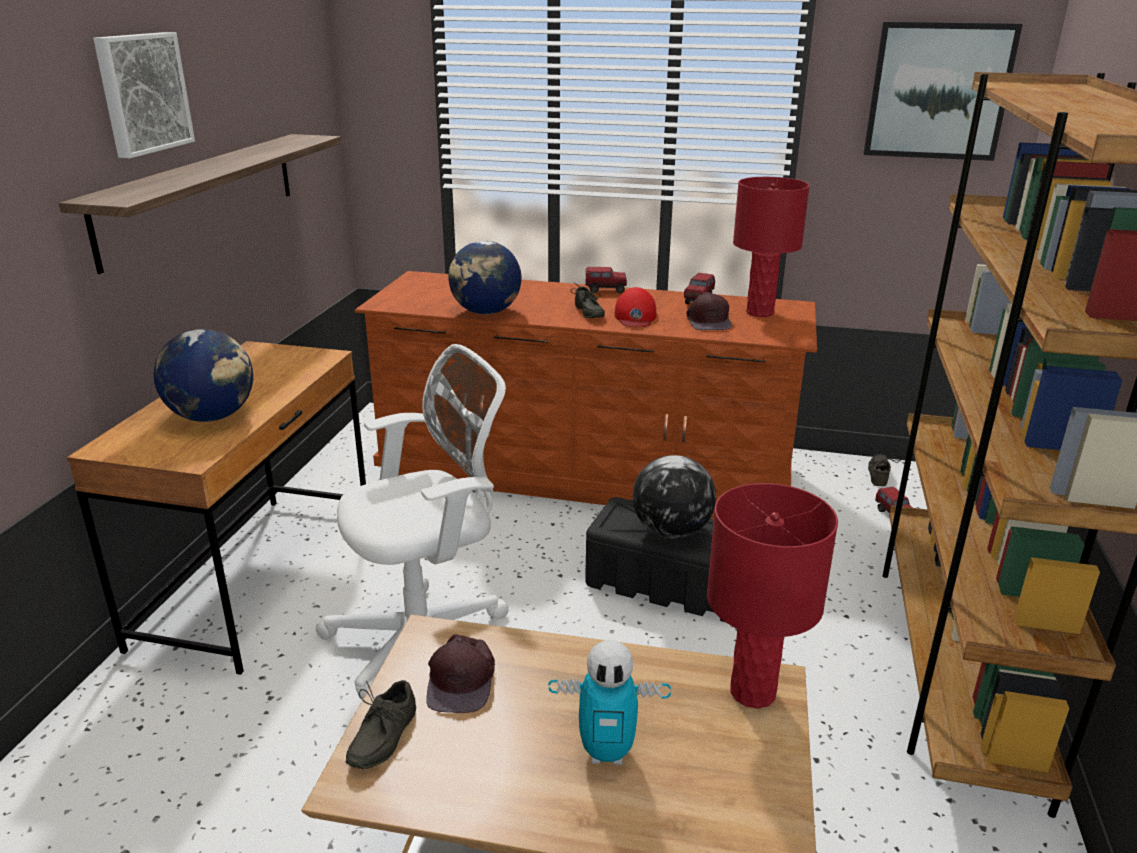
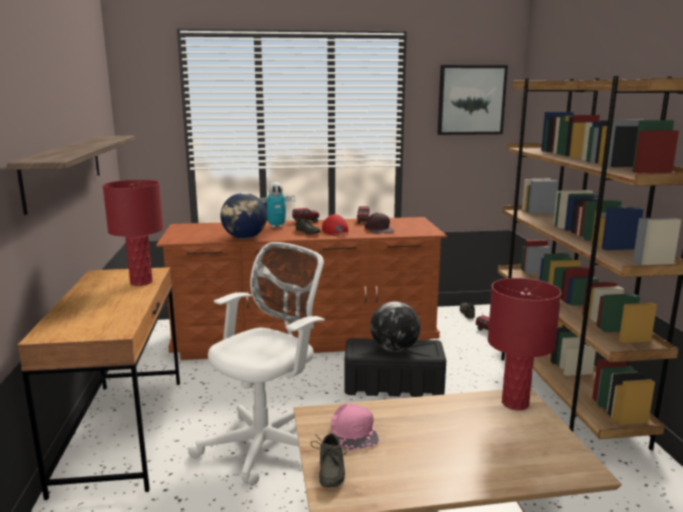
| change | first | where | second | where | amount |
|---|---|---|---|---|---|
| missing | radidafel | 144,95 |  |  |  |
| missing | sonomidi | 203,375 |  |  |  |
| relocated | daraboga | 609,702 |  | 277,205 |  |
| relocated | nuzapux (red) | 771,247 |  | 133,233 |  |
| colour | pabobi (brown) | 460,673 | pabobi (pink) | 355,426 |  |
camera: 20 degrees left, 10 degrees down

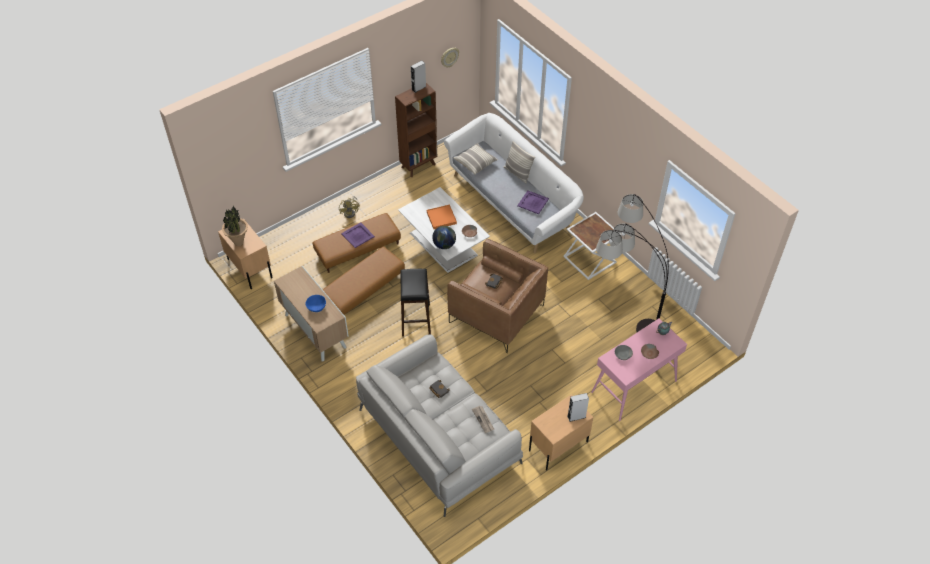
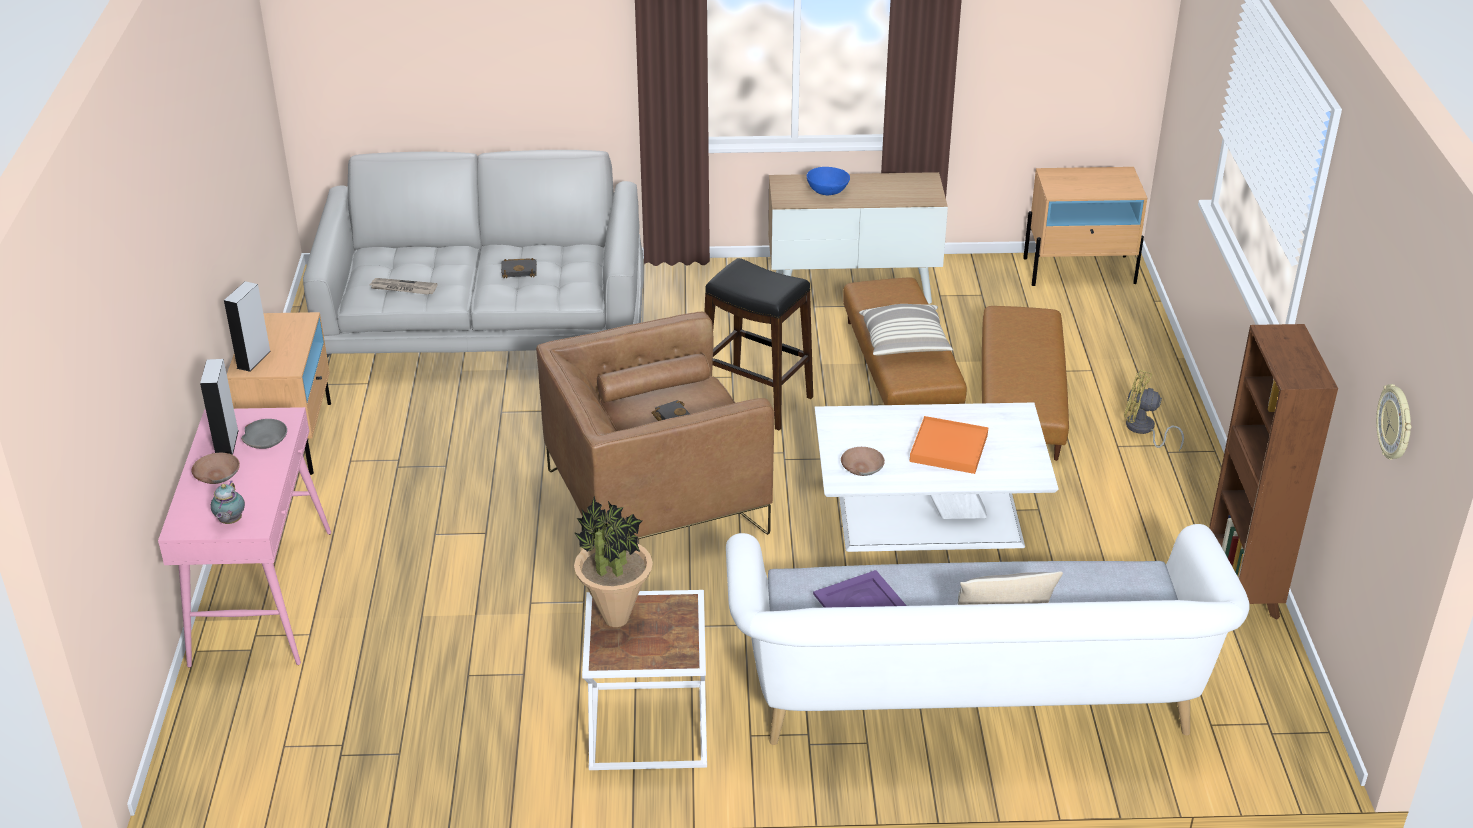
| change | first | where | second | where | amount |
|---|---|---|---|---|---|
| missing | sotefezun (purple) | 358,235 |  |  |  |
| missing | sonomidi | 444,237 |  |  |  |
| missing | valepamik | 632,263 |  |  |  |
| relocated | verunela | 235,225 |  | 613,561 |  |
| relocated | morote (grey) | 418,76 |  | 219,407 |  |
| relocated | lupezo | 476,159 |  | 906,329 |  |
camera: 125 degrees right, 15 degrees down

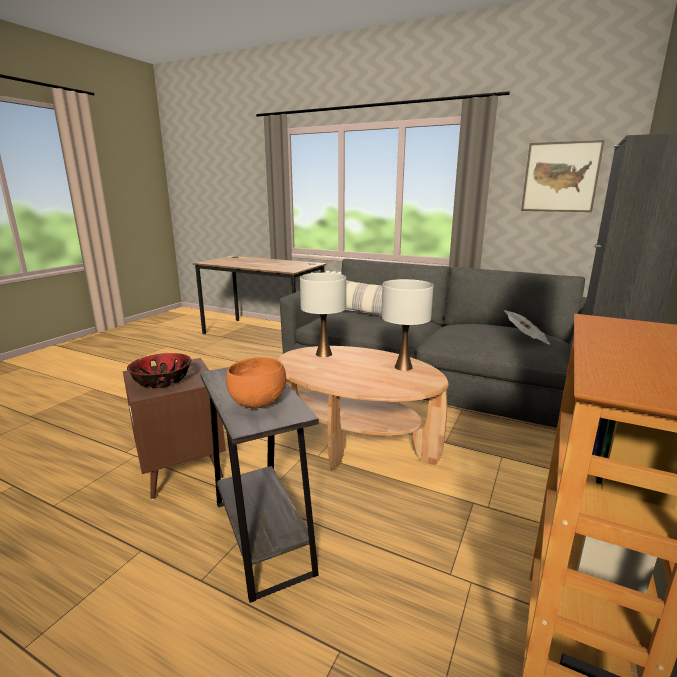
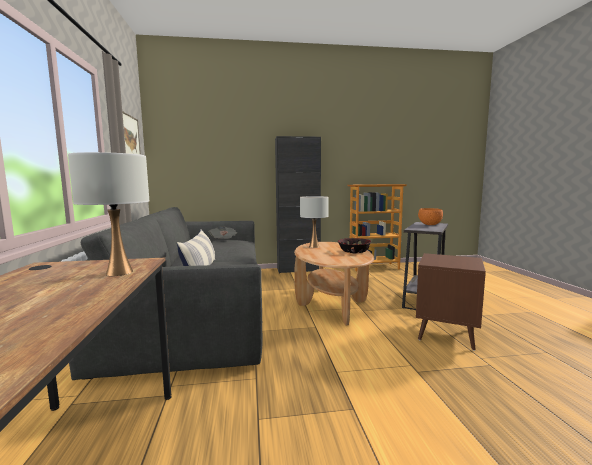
| change | first | where | second | where | amount |
|---|---|---|---|---|---|
| relocated | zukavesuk | 159,370 |  | 354,246 |  |
| relocated | nuzapux (white) | 323,315 |  | 108,214 |  |
camera: 125 degrees left, 10 degrees down

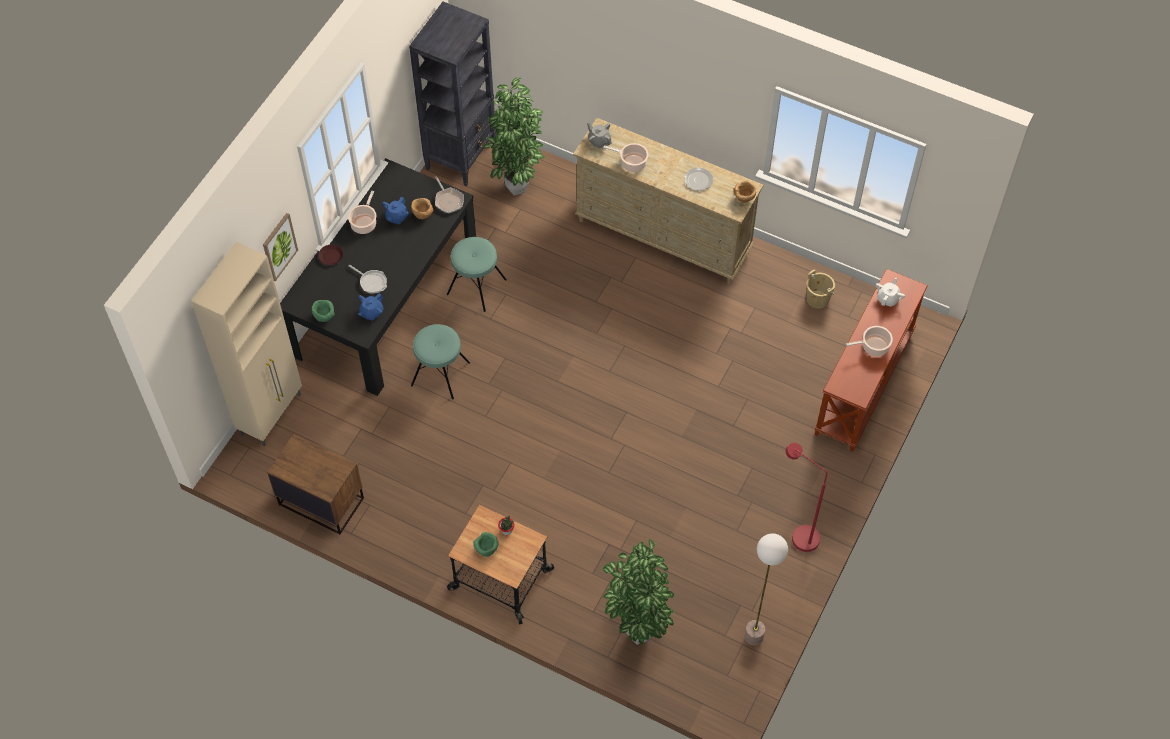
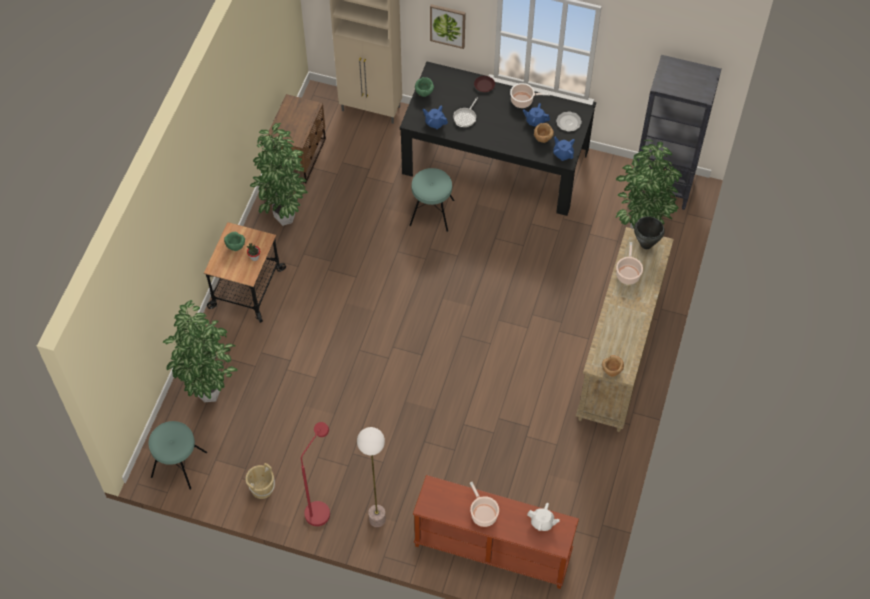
| change | first | where | second | where | amount |
|---|---|---|---|---|---|
| appeared |  |  | verunela | 279,174 |  |
| relocated | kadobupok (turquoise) | 477,274 |  | 178,455 |  |
| relocated | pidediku | 698,179 |  | 569,121 |  |
| relocated | valepamik | 766,589 |  | 371,477 |  |
| relocated | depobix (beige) | 820,289 |  | 260,481 |  |
| exchanged | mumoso | 449,194 | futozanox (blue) | 564,148 |  |
| exchanged | futozanox (grey) | 599,135 | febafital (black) | 649,232 |  |
camera: 80 degrees right, 0 degrees up

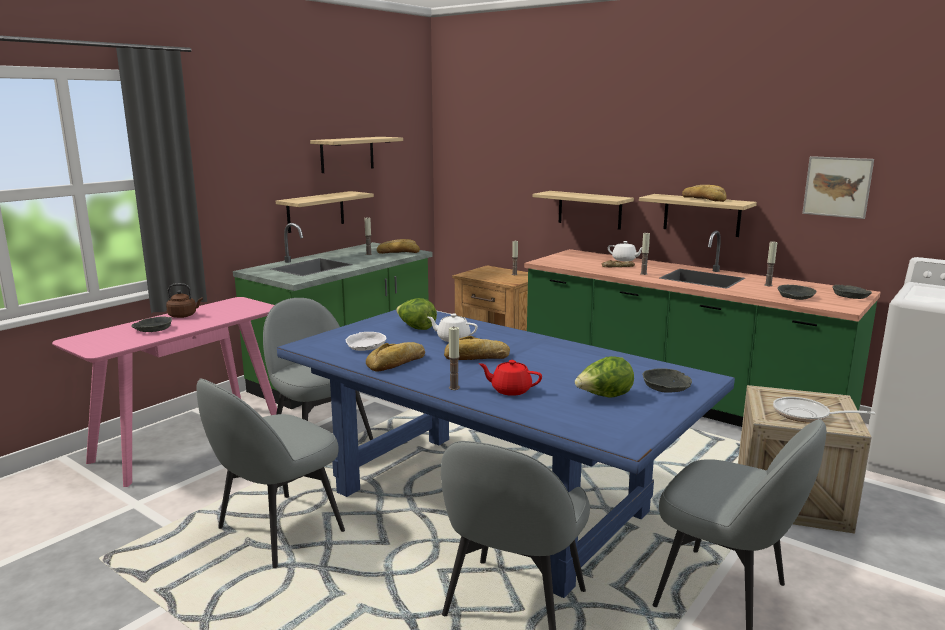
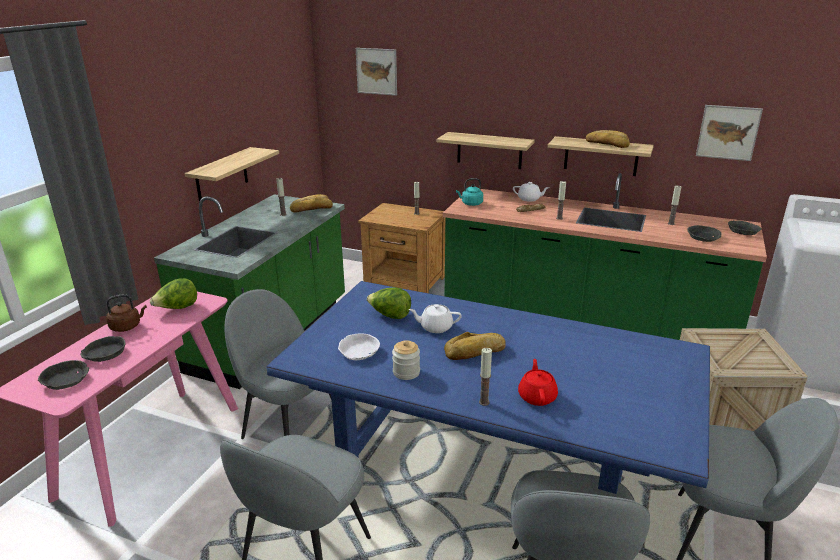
| change | first | where | second | where | amount |
|---|---|---|---|---|---|
| missing | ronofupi | 356,155 |  |  |  |
| missing | mumoso | 824,410 |  |  |  |
| appeared |  |  | radidafel | 376,72 |  |
| appeared |  |  | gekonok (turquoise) | 469,192 |  |
| relocated | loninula | 604,376 |  | 173,293 |  |
| relocated | zukavesuk (grey) | 667,380 |  | 63,375 |  |
| exchanged | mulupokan | 395,356 | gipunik | 406,360 |  |
| spun | futozanox (red) | 510,378 |  | 538,382 | 90 degrees clockwise |
camera: 15 degrees left, 10 degrees up

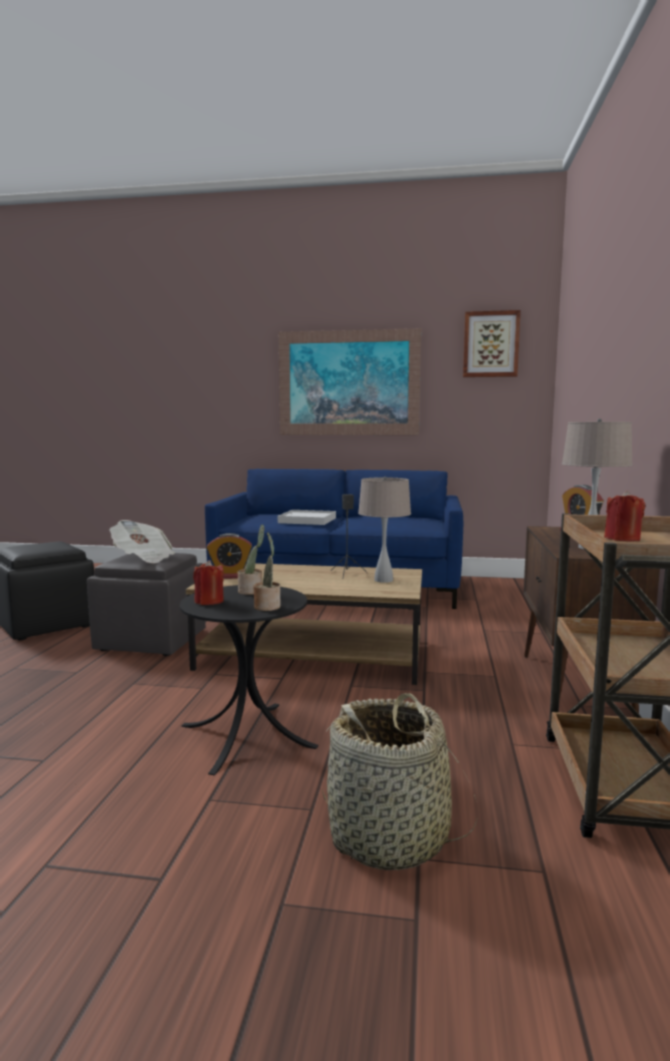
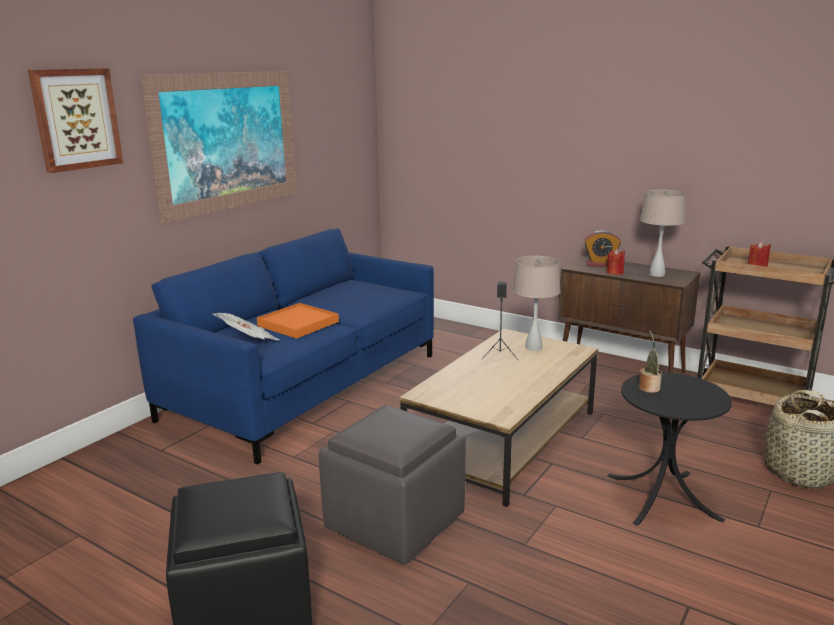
| change | first | where | second | where | amount |
|---|---|---|---|---|---|
| missing | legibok | 229,556 |  |  |  |
| missing | verunela | 266,571 |  |  |  |
| relocated | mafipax | 142,541 |  | 246,326 |  |
| relocated | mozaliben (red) | 208,582 |  | 615,261 |  |
| relocated | radidafel | 492,343 |  | 75,120 |  |
| colour | sotefezun (white) | 307,517 | sotefezun (orange) | 298,321 |  |
camera: 65 degrees left, 10 degrees up

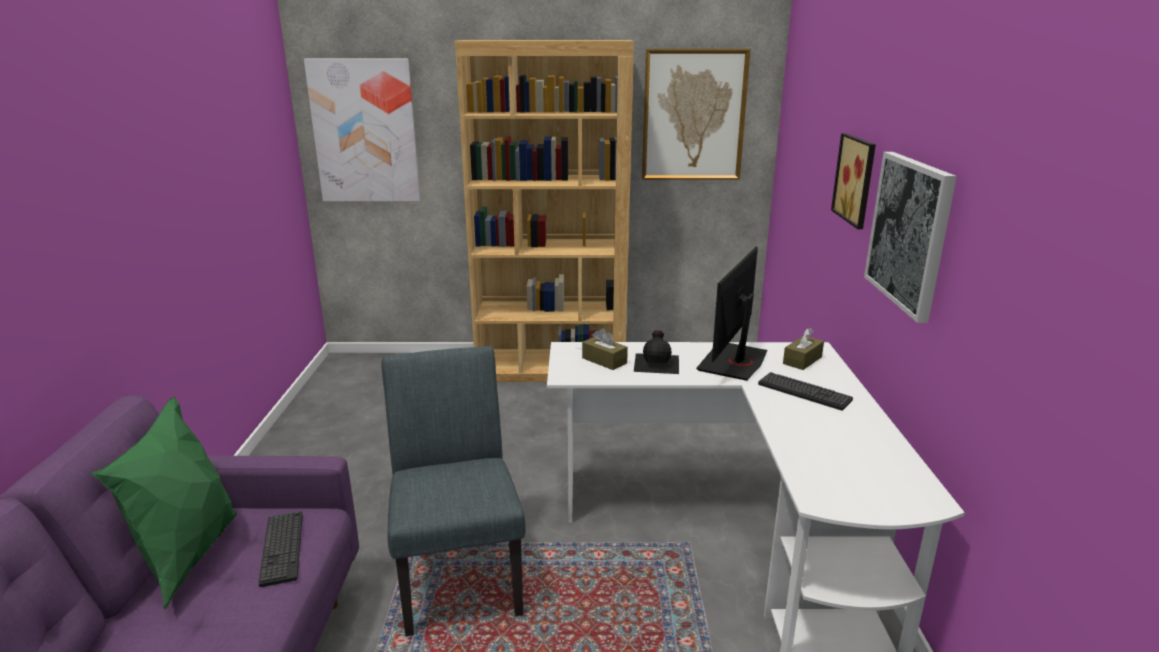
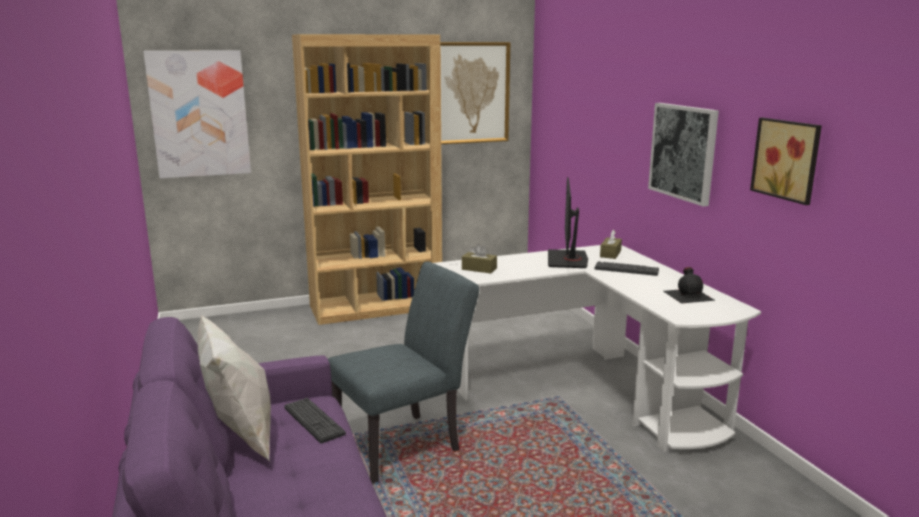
| change | first | where | second | where | amount |
|---|---|---|---|---|---|
| relocated | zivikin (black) | 656,352 |  | 689,285 |  |
| relocated | radidafel | 853,181 |  | 786,161 |  |
| colour | lupezo (green) | 164,503 | lupezo (white) | 234,388 |  |
| spun | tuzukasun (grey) | 453,491 |  | 403,373 | 90 degrees clockwise |
camera: 20 degrees left, 5 degrees down

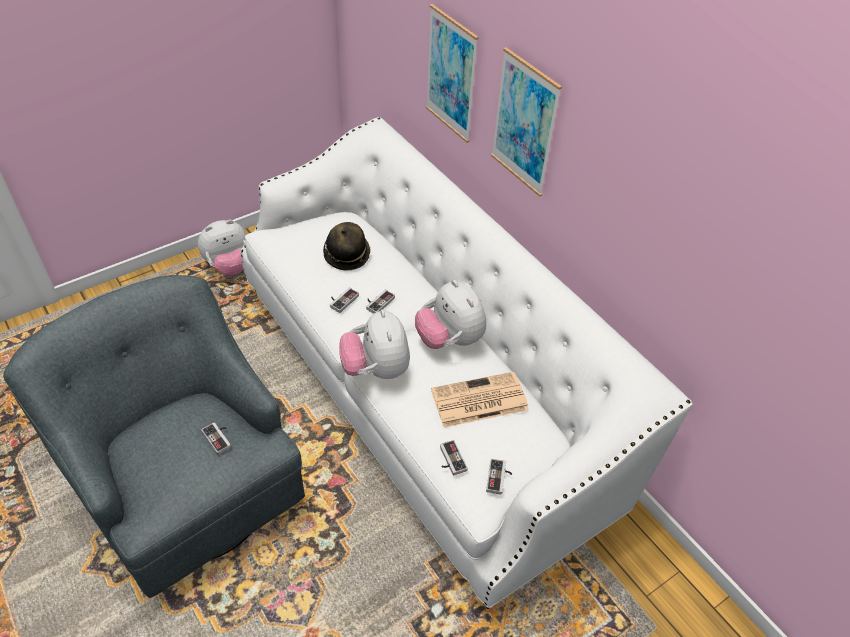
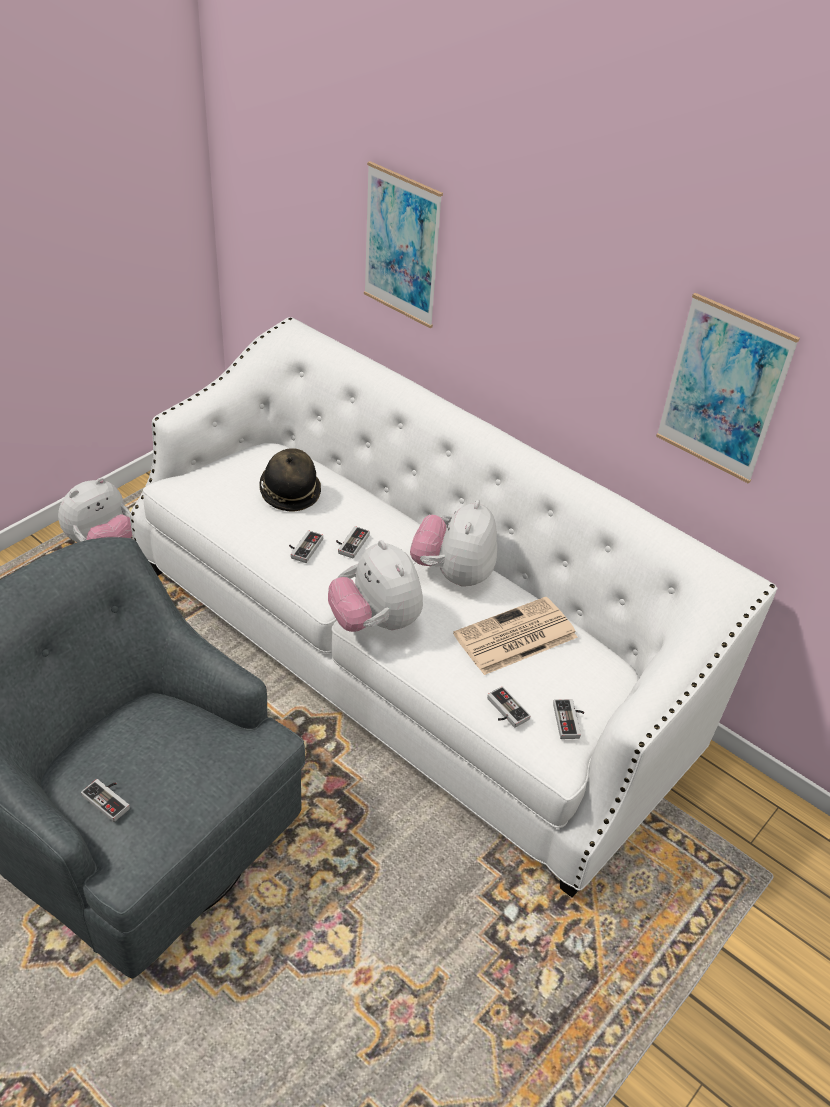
| change | first | where | second | where | amount |
|---|---|---|---|---|---|
| relocated | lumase | 216,438 |  | 105,800 |  |
| relocated | radidafel | 526,122 |  | 728,388 |  |
| spun | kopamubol | 450,314 |  | 453,543 | 60 degrees clockwise |
camera: 15 degrees left, 5 degrees down

